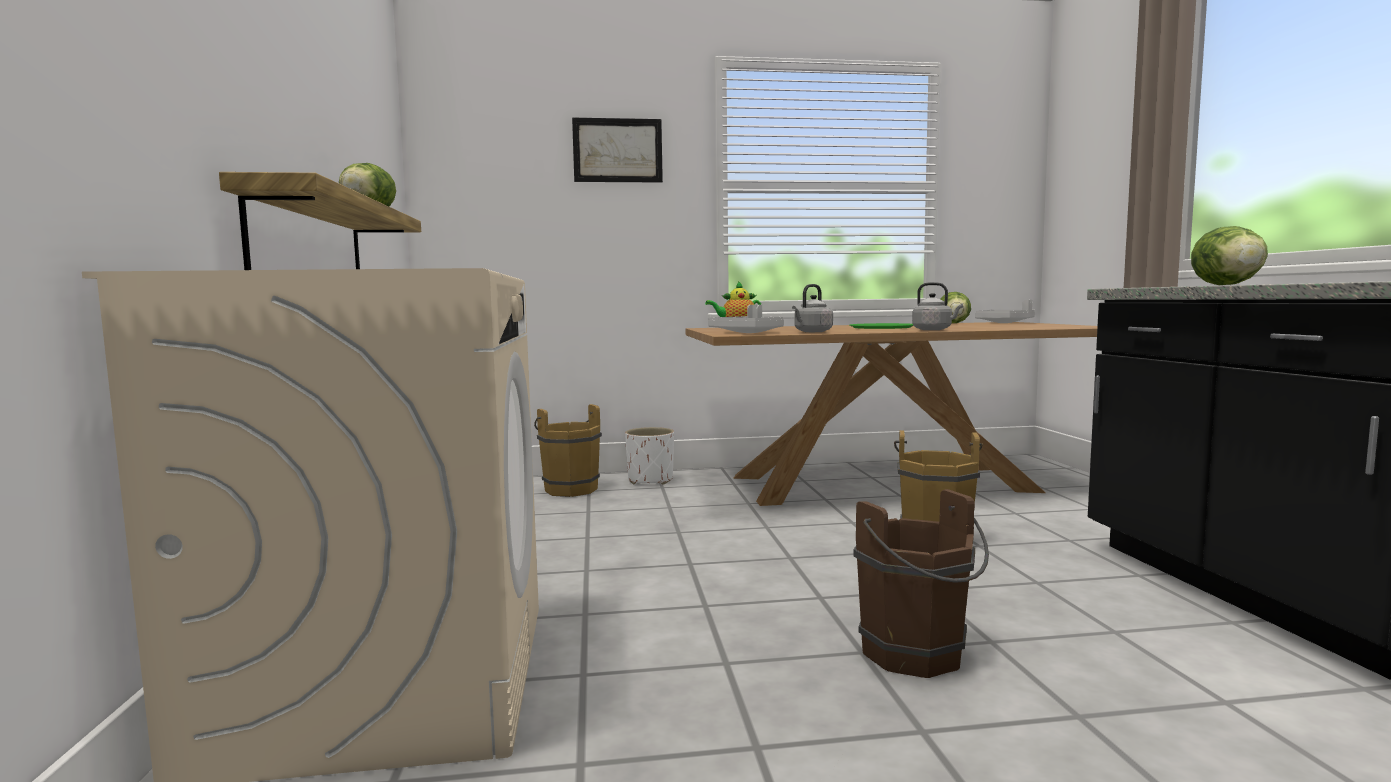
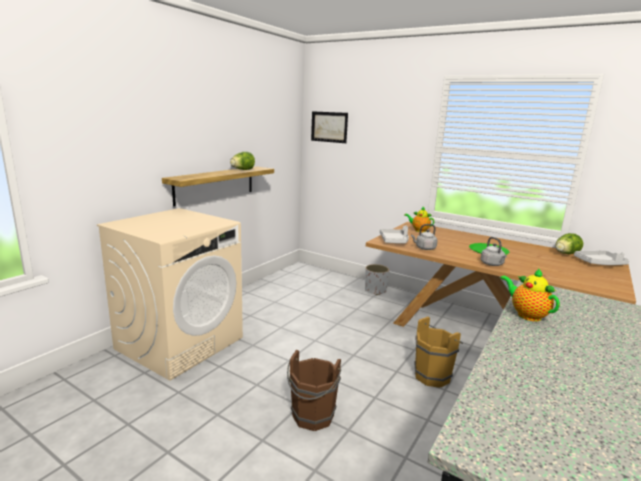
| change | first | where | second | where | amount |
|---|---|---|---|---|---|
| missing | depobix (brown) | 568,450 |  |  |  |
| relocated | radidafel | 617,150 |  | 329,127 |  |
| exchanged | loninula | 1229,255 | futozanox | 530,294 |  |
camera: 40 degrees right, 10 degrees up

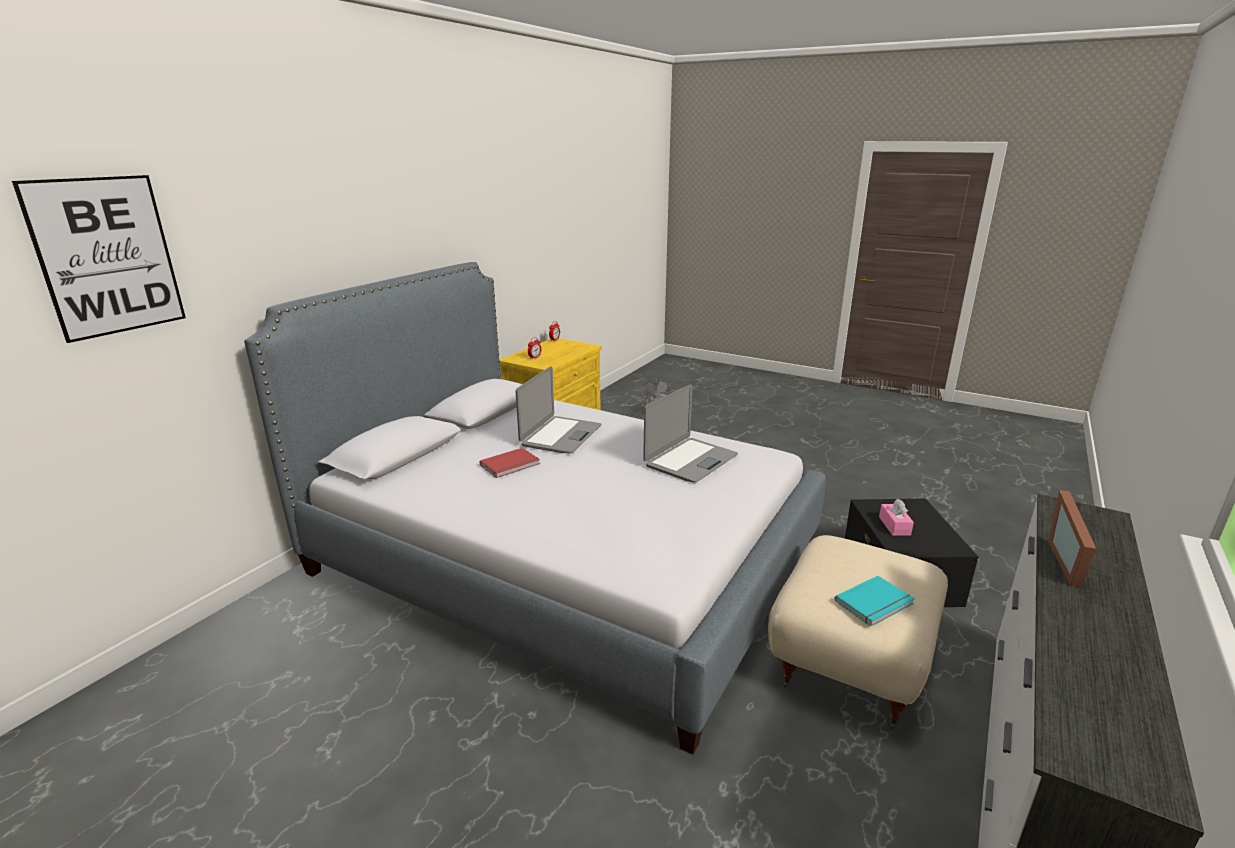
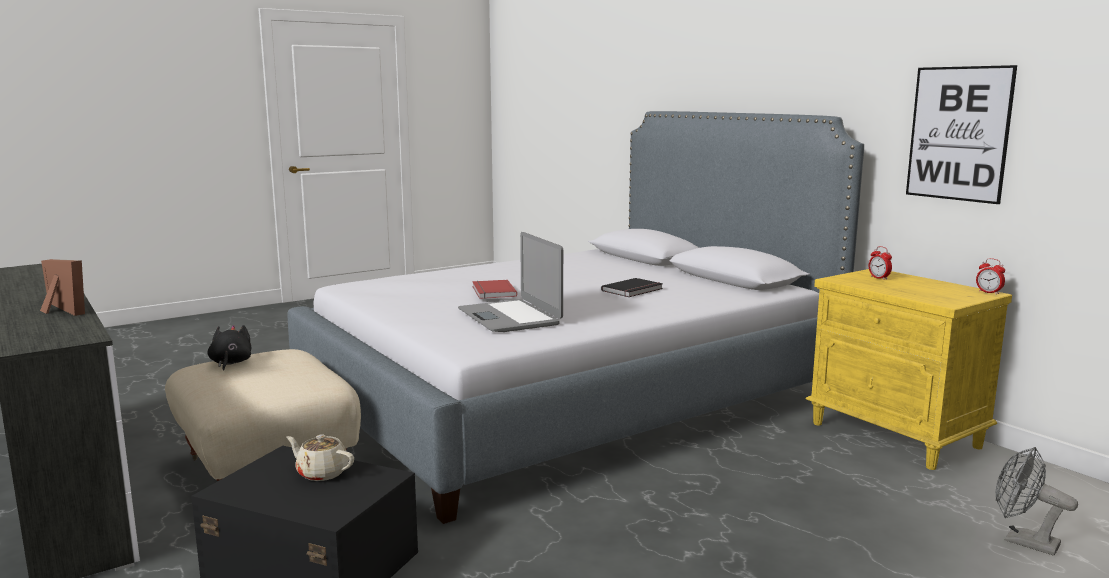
| change | first | where | second | where | amount |
|---|---|---|---|---|---|
| relocated | radidafel | 99,259 |  | 961,134 |  |
| relocated | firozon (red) | 510,463 |  | 494,289 |  |
| exchanged | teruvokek | 559,409 | firozon (black) | 632,287 |  |
| exchanged | firozon (turquoise) | 875,601 | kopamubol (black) | 229,347 |  |
| exchanged | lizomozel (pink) | 896,517 | futozanox (beige) | 320,458 |  |
camera: 115 degrees right, 10 degrees down

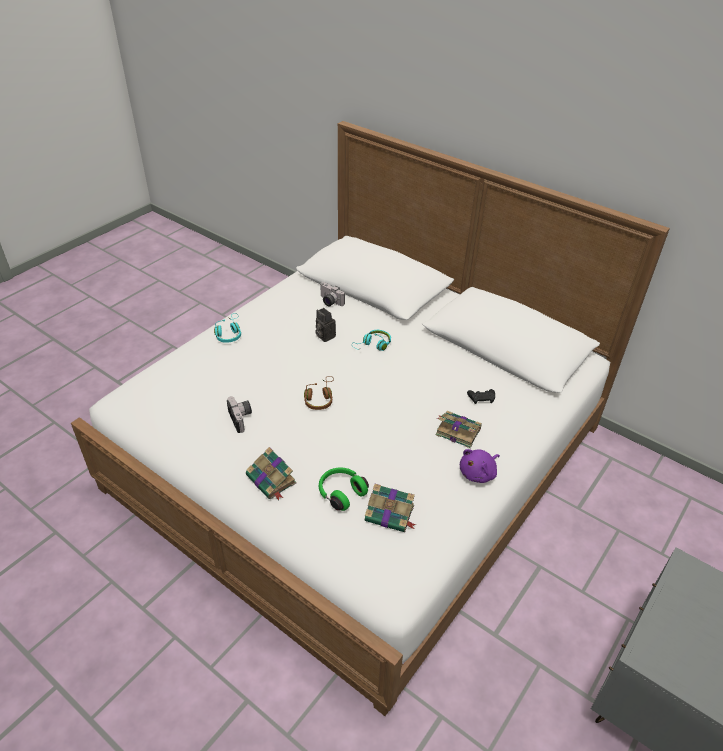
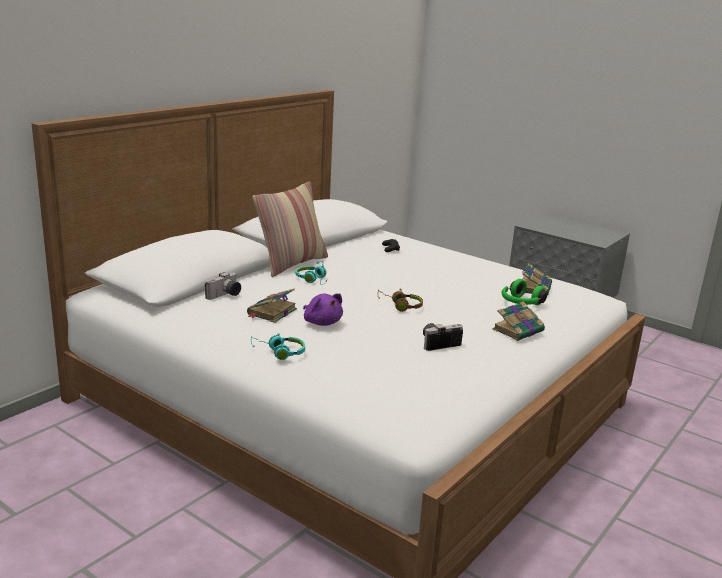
| change | first | where | second | where | amount |
|---|---|---|---|---|---|
| missing | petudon | 325,325 |  |  |  |
| appeared |  |  | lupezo | 290,229 |  |
| relocated | firozon | 458,429 |  | 272,305 |  |
| relocated | kopamubol (purple) | 480,466 |  | 323,309 |  |
camera: 90 degrees left, 20 degrees down

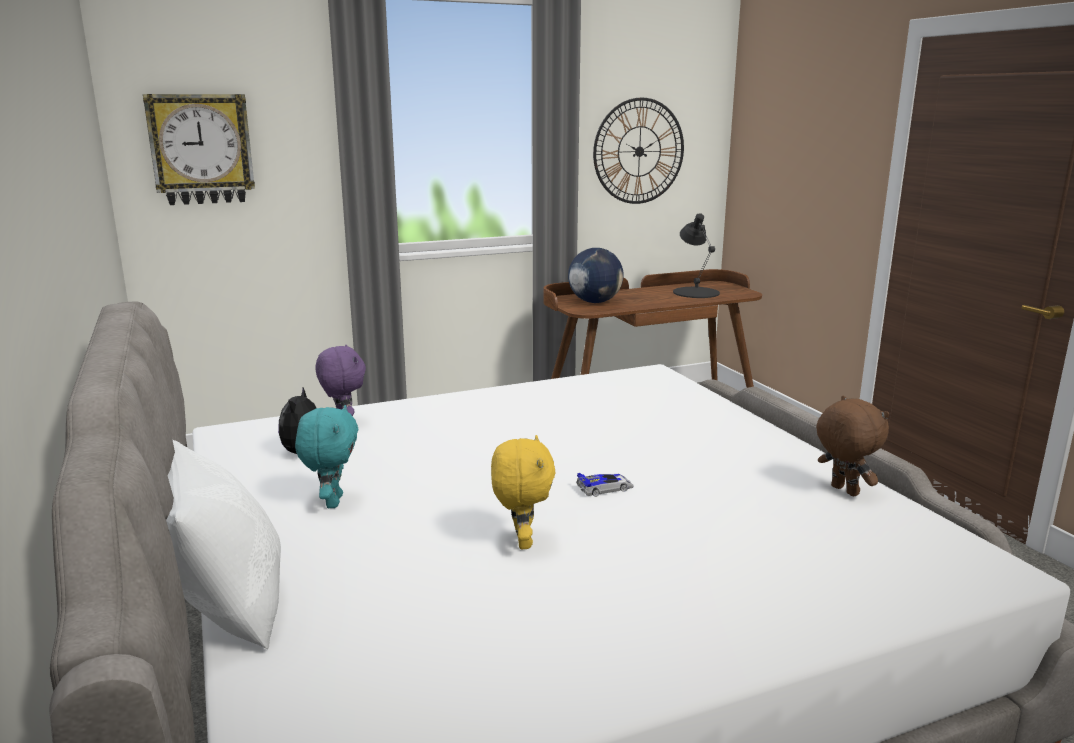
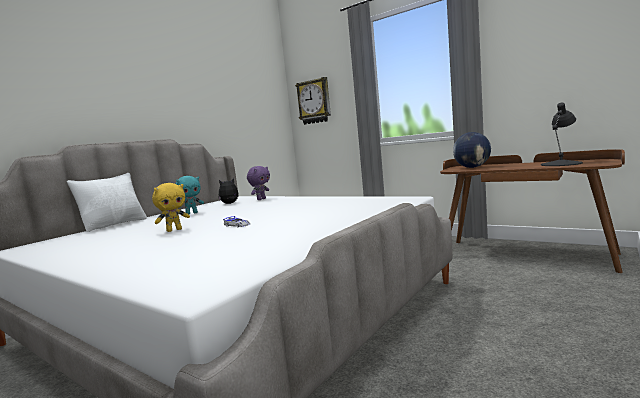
| change | first | where | second | where | amount |
|---|---|---|---|---|---|
| missing | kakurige | 638,151 |  |  |  |
| missing | kopamubol (brown) | 852,446 |  |  |  |
camera: 60 degrees right, 10 degrees down

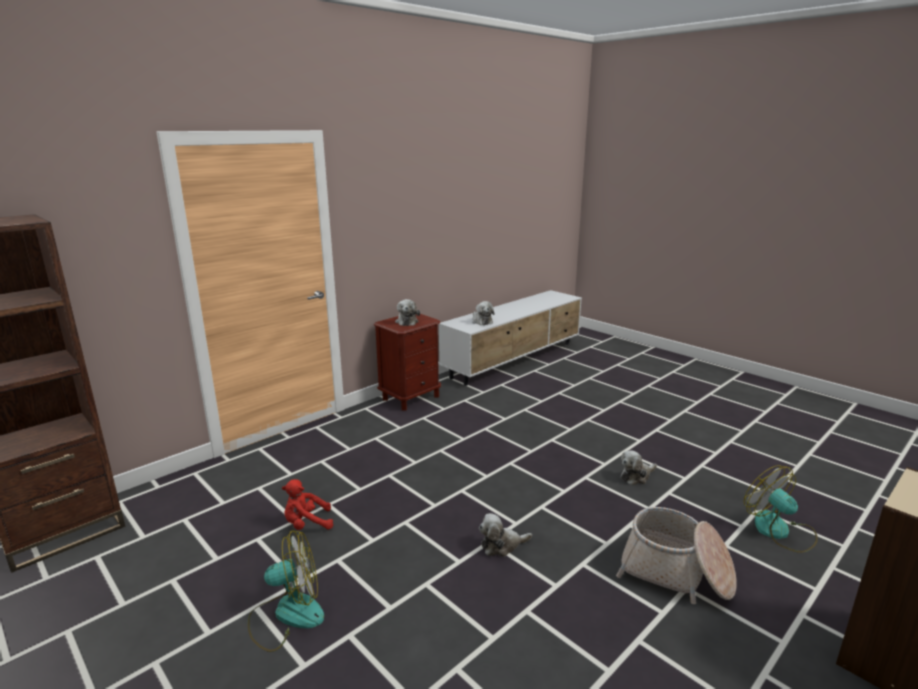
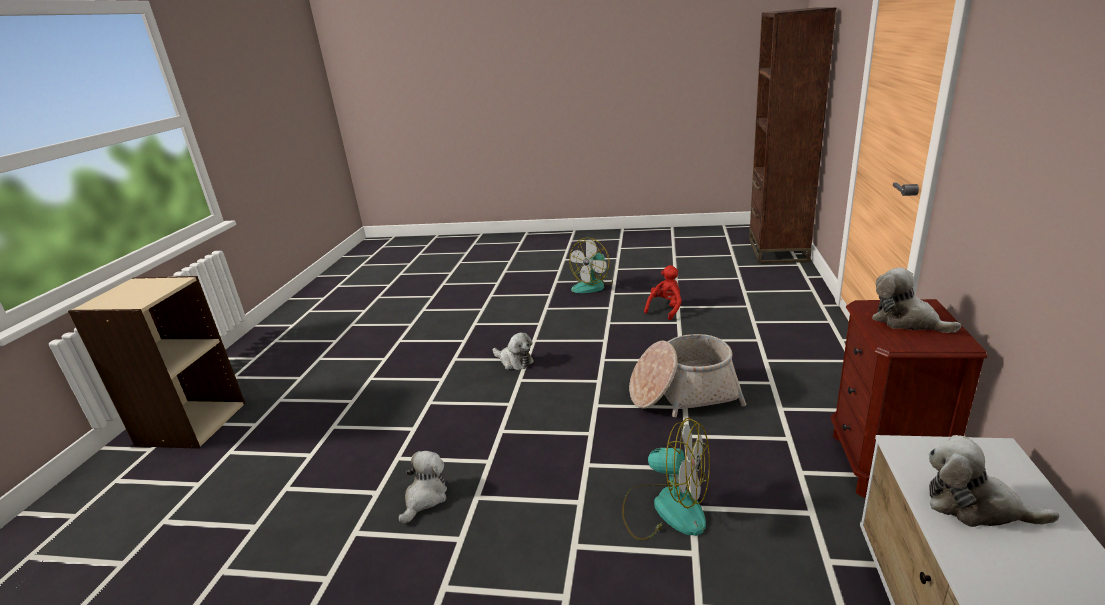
| change | first | where | second | where | amount |
|---|---|---|---|---|---|
| relocated | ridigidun | 676,555 |  | 688,375 |  |
| relocated | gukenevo | 781,509 |  | 666,479 |  |
| spun | kopamubol | 505,535 |  | 513,351 | 90 degrees clockwise |
camera: 145 degrees right, 5 degrees up

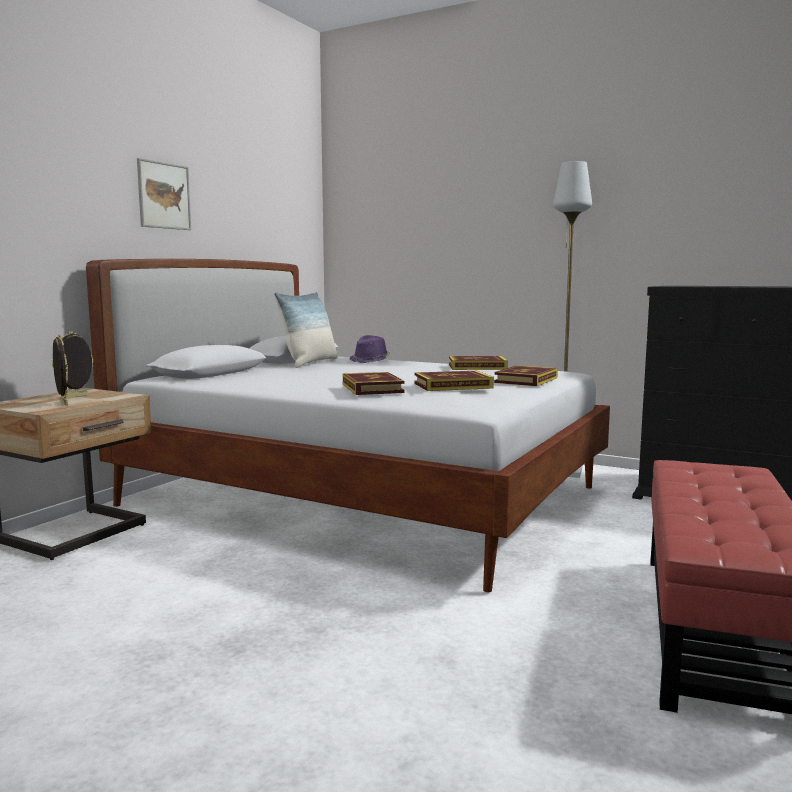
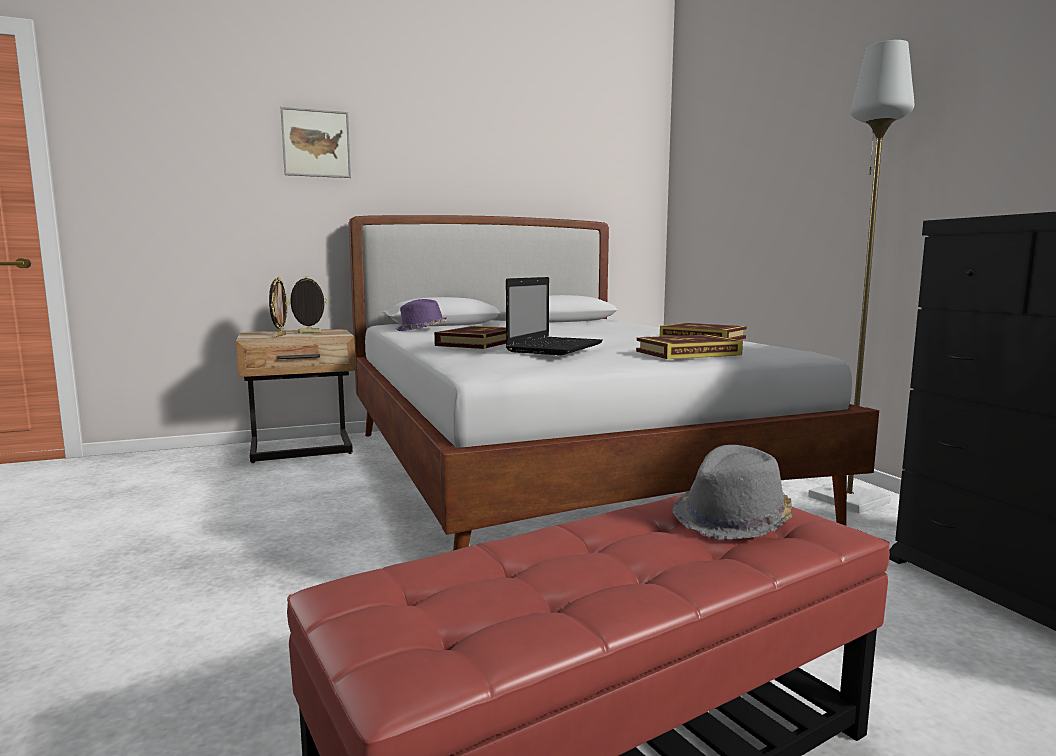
| change | first | where | second | where | amount |
|---|---|---|---|---|---|
| missing | lupezo | 306,330 |  |  |  |
| appeared |  |  | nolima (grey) | 732,492 |  |
| relocated | radidafel | 164,194 |  | 316,142 |  |
| relocated | nolima (purple) | 370,349 |  | 421,315 |  |
| exchanged | firozon | 454,381 | teruvokek | 554,316 |  |
camera: 40 degrees right, 0 degrees up

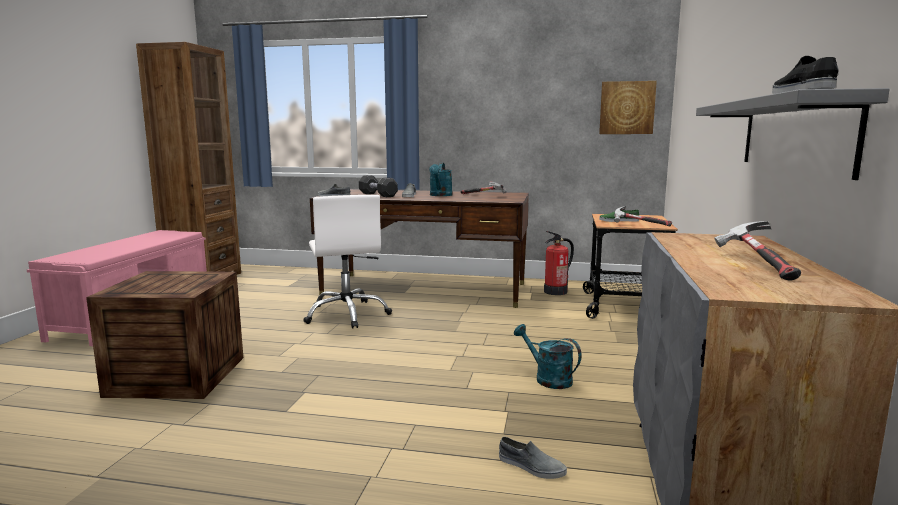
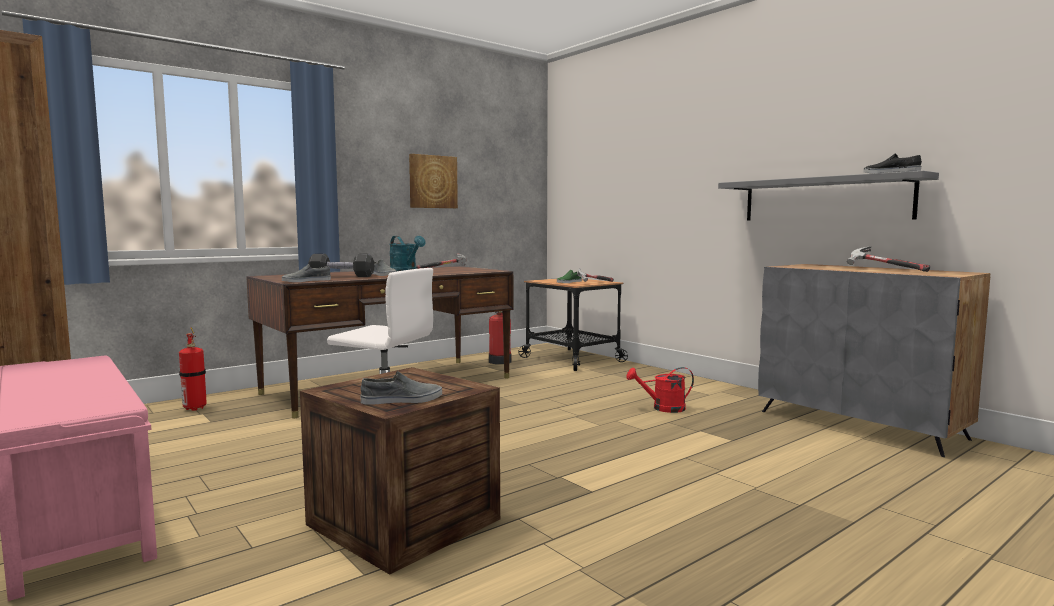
| change | first | where | second | where | amount |
|---|---|---|---|---|---|
| appeared |  |  | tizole | 193,369 |  |
| relocated | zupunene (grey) | 533,458 |  | 401,388 |  |
| relocated | radidafel | 628,107 |  | 433,181 |  |
| colour | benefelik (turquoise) | 548,356 | benefelik (red) | 660,390 |  |
camera: 50 degrees left, 5 degrees down

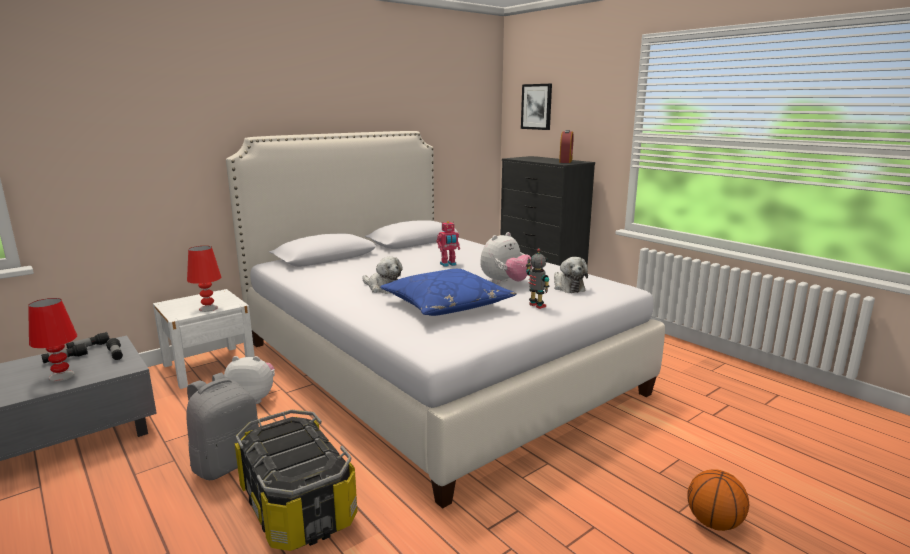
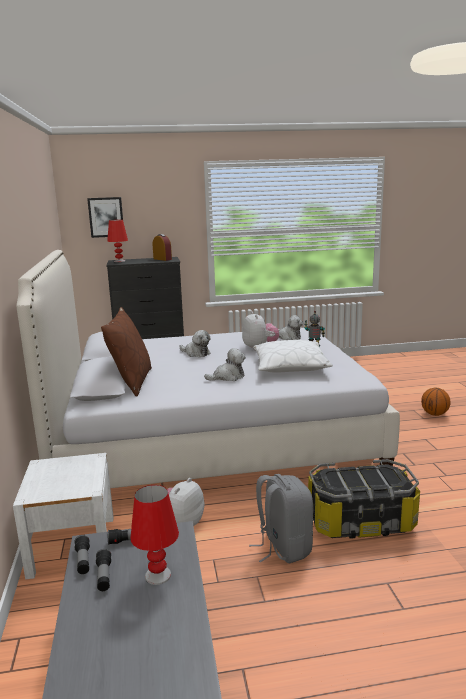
| change | first | where | second | where | amount |
|---|---|---|---|---|---|
| appeared |  |  | lupezo (brown) | 126,352 |  |
| relocated | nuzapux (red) | 204,279 |  | 117,241 |  |
| exchanged | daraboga | 448,244 | kopamubol | 195,343 |  |
| colour | lupezo (blue) | 448,292 | lupezo (white) | 293,356 |  |
camera: 60 degrees left, 0 degrees up

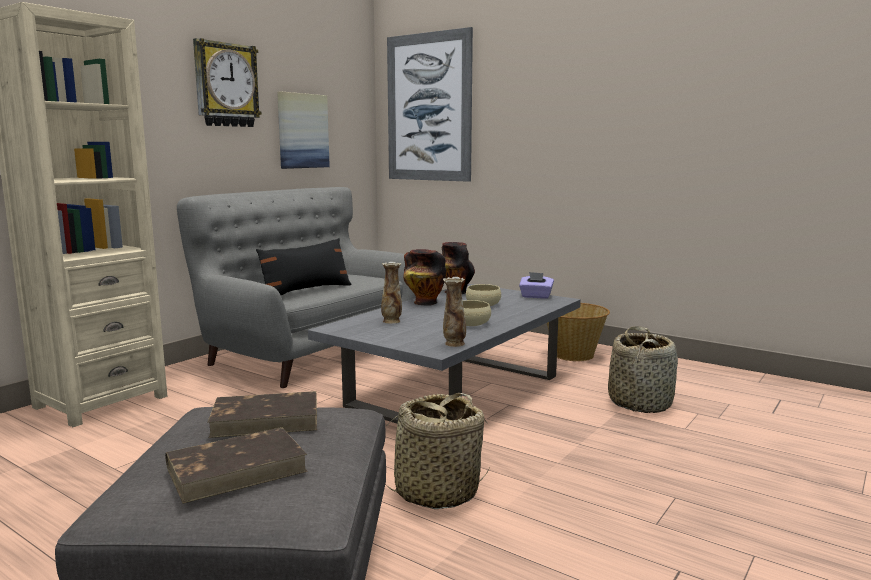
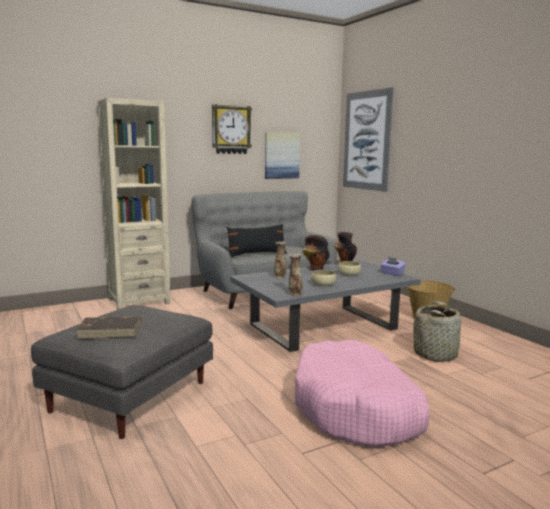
| change | first | where | second | where | amount |
|---|---|---|---|---|---|
| missing | firozon (brown) | 262,414 |  |  |  |
| missing | ridigidun | 437,451 |  |  |  |
| appeared |  |  | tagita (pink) | 362,393 |  |
camera: 25 degrees right, 0 degrees up

